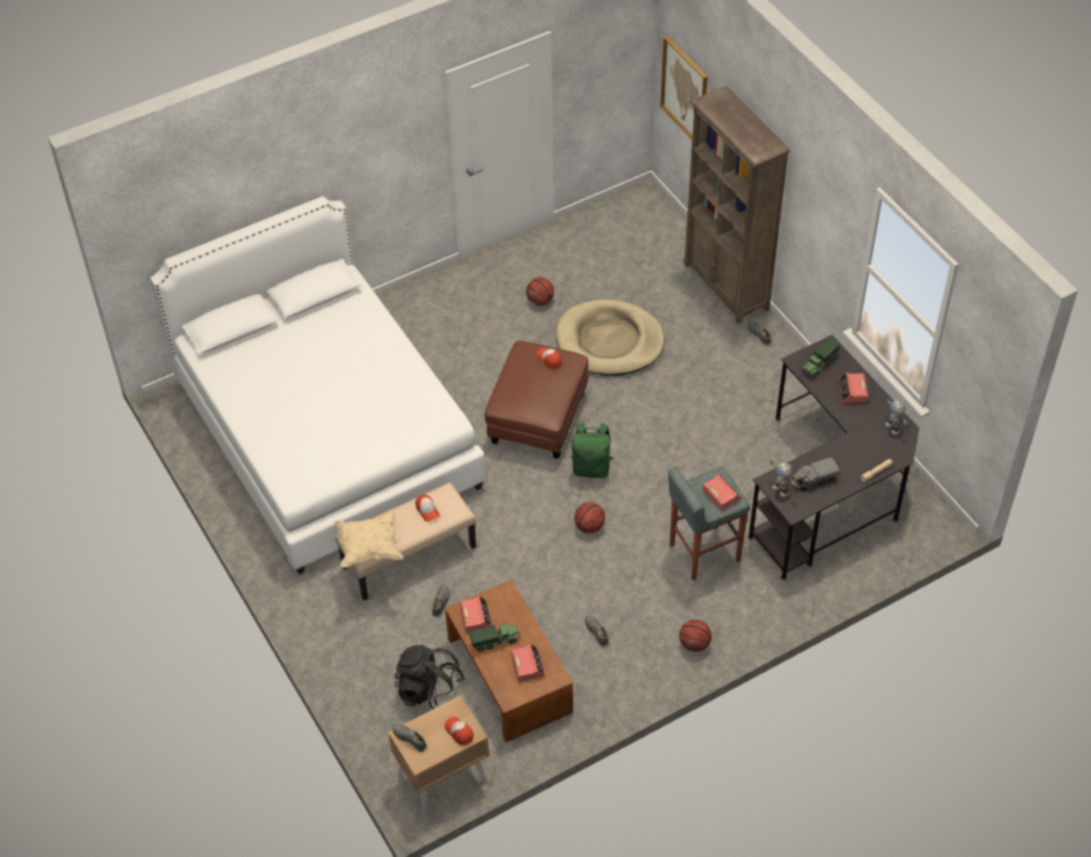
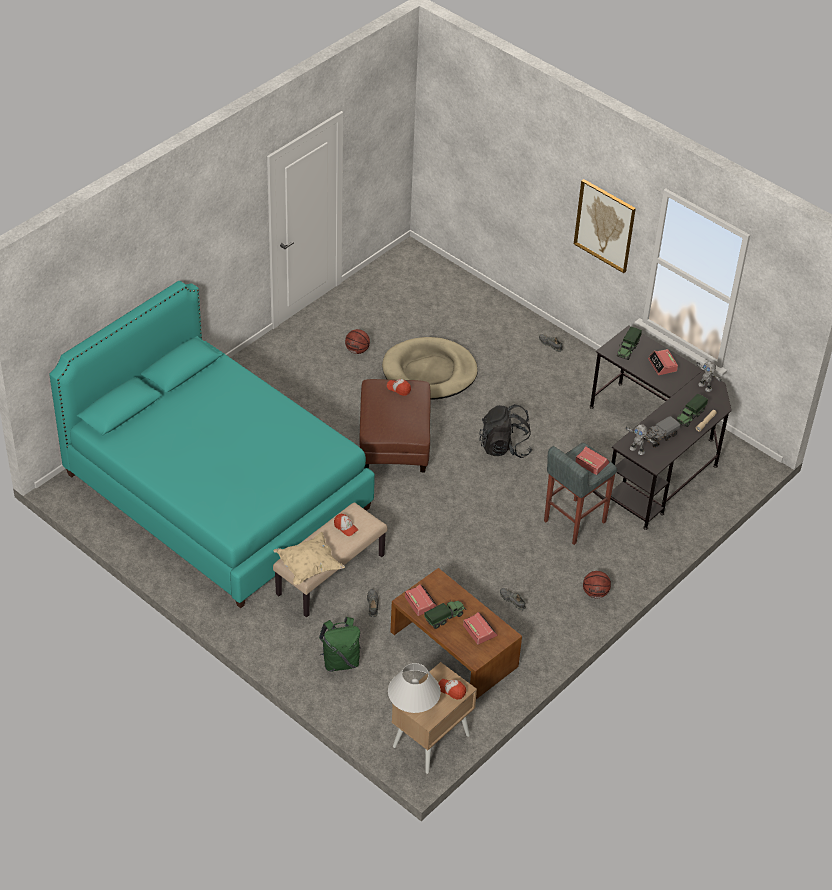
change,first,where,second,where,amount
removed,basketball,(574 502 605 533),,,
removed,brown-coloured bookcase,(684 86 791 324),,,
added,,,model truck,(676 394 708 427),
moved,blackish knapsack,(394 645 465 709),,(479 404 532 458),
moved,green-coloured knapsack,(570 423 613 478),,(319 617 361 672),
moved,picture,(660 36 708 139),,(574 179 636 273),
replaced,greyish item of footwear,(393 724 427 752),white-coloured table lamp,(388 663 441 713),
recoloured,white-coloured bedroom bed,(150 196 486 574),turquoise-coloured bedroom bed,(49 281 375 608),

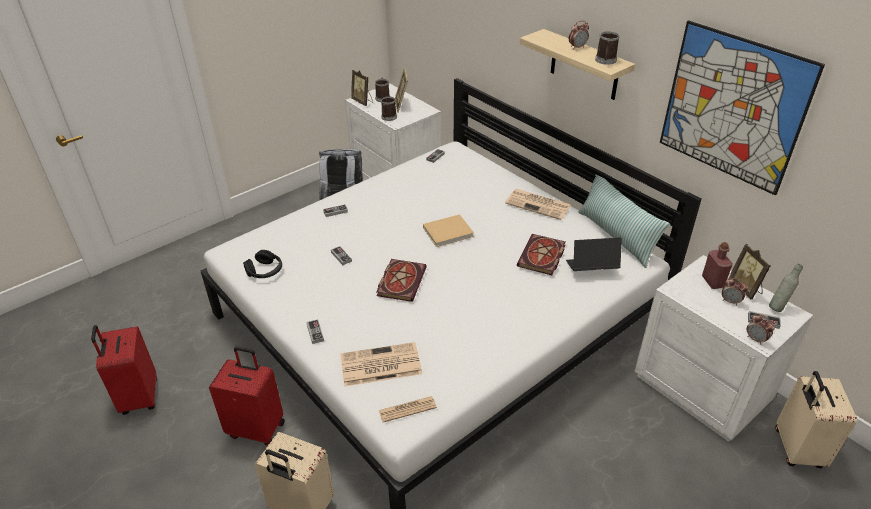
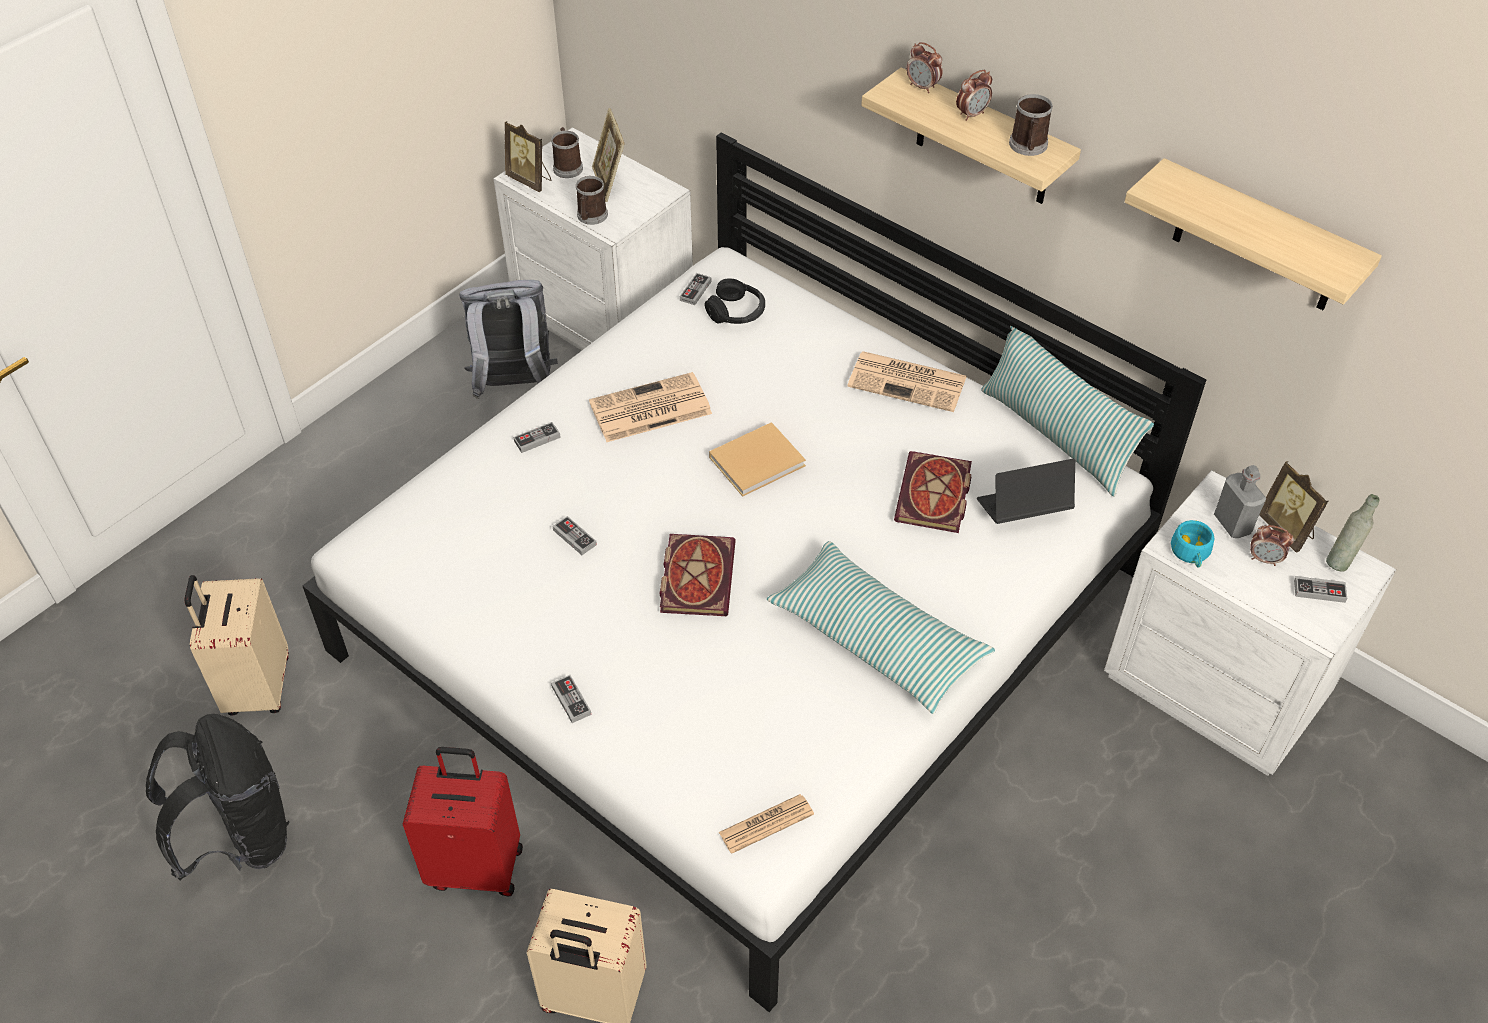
change,first,where,second,where,amount
added,,,throw pillow,(767 541 995 714),
added,,,turquoise-coloured drinking cup,(1171 520 1214 568),
moved,blackish pair of headphones,(243 250 282 278),,(704 278 765 324),
moved,newspaper,(340 342 422 386),,(589 372 712 442),
moved,bedside clock,(747 314 775 345),,(906 42 943 93),
moved,beige-coloured suitcase,(775 371 857 468),,(185 575 289 716),
replaced,red-coloured suitcase,(91 325 157 415),blackish knapsack,(146 714 289 881),
replaced,picture,(660 20 825 196),bracket shelf,(1125 158 1382 310),
recoloured,red-coloured beverage bottle,(702 242 733 289),greyish beverage bottle,(1214 465 1266 538),

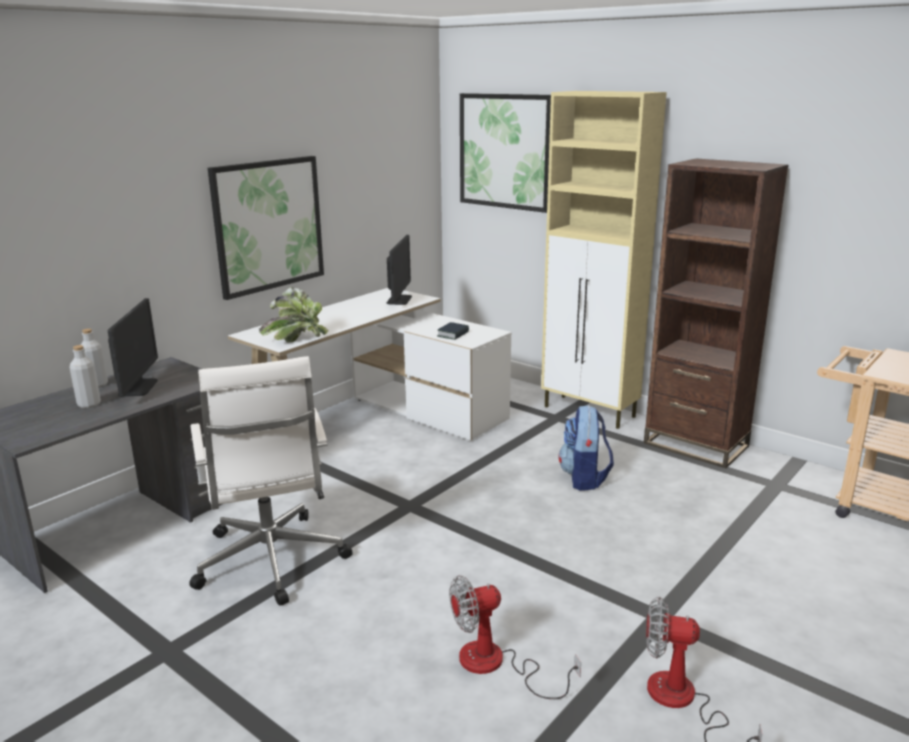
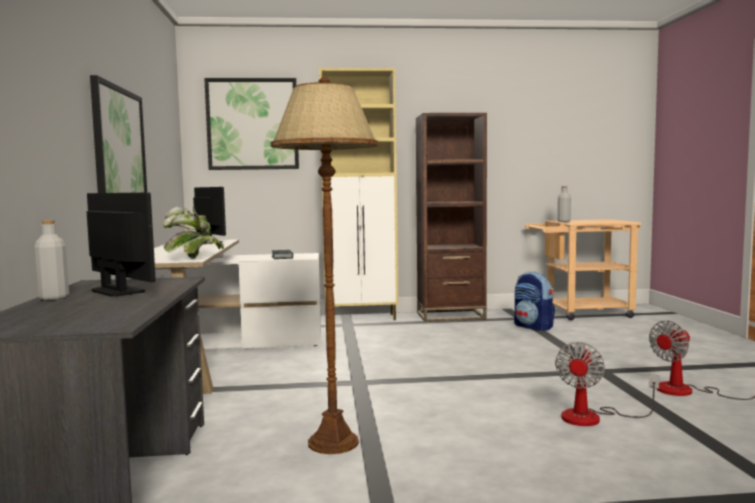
change,first,where,second,where,amount
moved,greyish beverage bottle,(69 345 101 408),,(557 186 571 222),
moved,knapsack,(558 405 614 491),,(514 272 555 331),
replaced,white-coloured office chair,(189 356 353 605),brown-coloured standing lamp,(271 77 378 454),

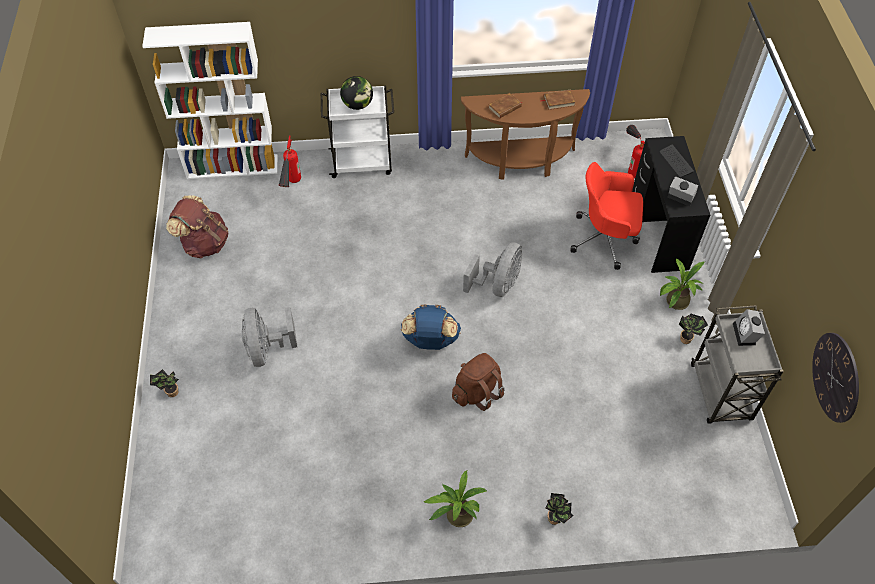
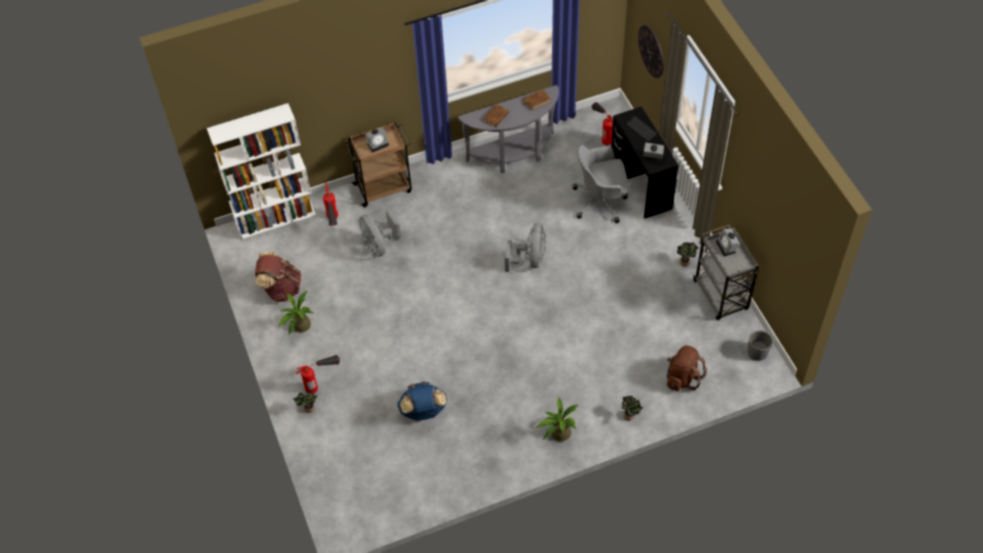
change,first,where,second,where,amount
added,,,fire extinguisher,(296 355 340 394),
added,,,greyish flower pot,(747 330 773 361),
moved,greyish cooling fan,(242 307 297 367),,(359 209 401 257),
moved,bluish knapsack,(401 305 461 350),,(397 381 447 421),
moved,brown-coloured knapsack,(452 353 505 411),,(667 345 707 391),
moved,potted plant,(660 258 705 310),,(279 291 313 334),
moved,wall clock,(812 333 859 423),,(638 25 664 78),
replaced,globe,(340 76 373 110),bedside clock,(365 127 389 153),
recoloured,white-coloured wheeled cart,(321 85 394 178),brown-coloured wheeled cart,(344 122 412 207),
recoloured,brown-coloured narrow table,(461 89 590 180),greyish narrow table,(458 85 559 173),
recoloured,red-coloured office chair,(570 162 643 270),greyish office chair,(572 145 629 223),

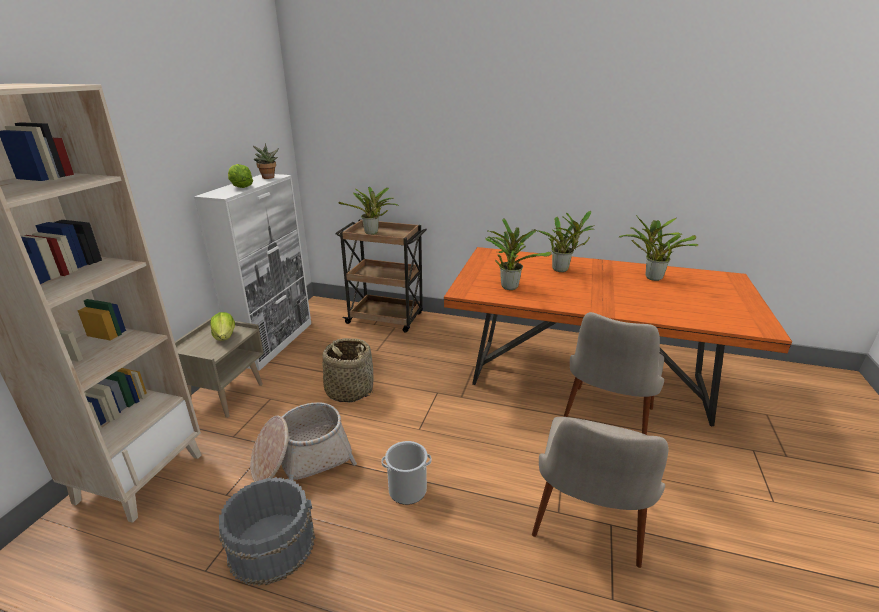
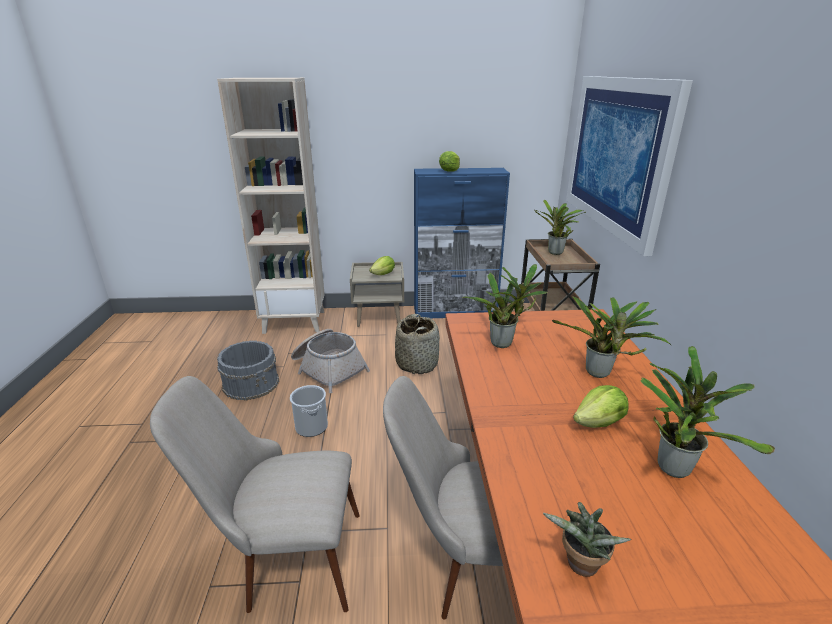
change,first,where,second,where,amount
added,,,picture,(566 76 693 256),
added,,,lettuce head,(573 385 629 428),
moved,potted plant,(253 143 279 179),,(543 502 631 577),
recoloured,white-coloured storage cabinet,(194 174 311 371),bluish storage cabinet,(414 168 510 318),

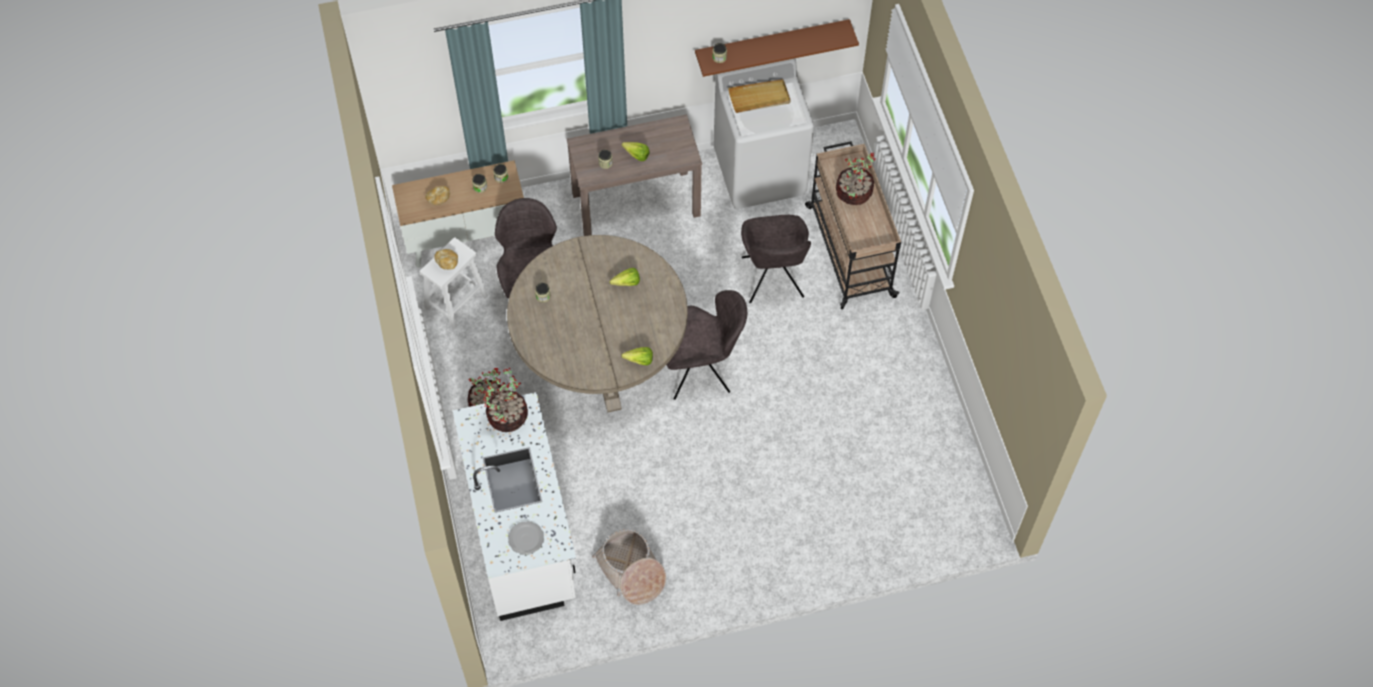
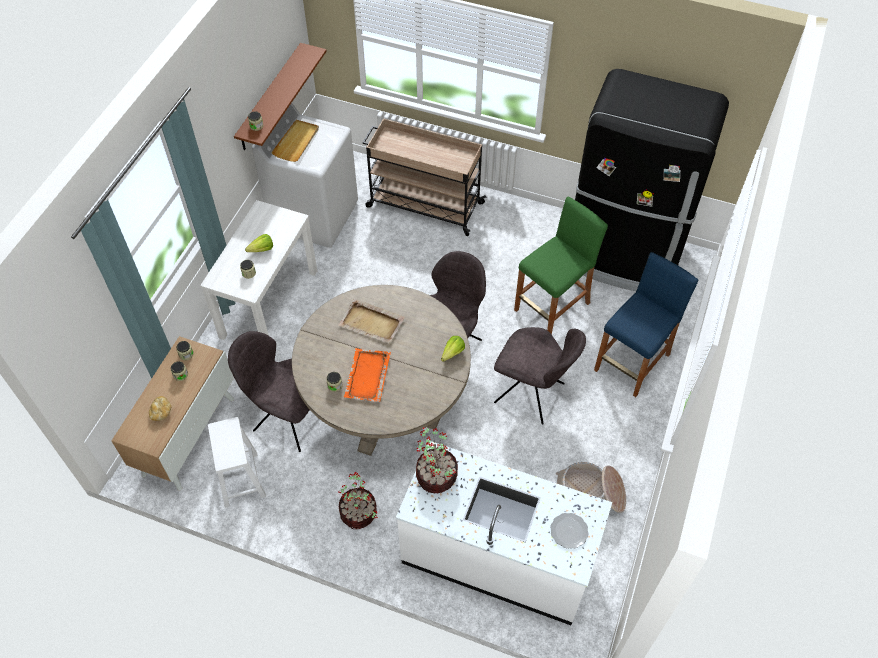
change,first,where,second,where,amount
removed,bakery bread,(434 249 458 270),,,
removed,potted plant,(836 153 876 205),,,
added,,,orange tray,(344 348 391 402),
added,,,green-coloured sitting stool,(514 197 608 335),
added,,,blackish kitchen fridge,(575 69 729 291),
added,,,bluish sitting stool,(594 252 698 397),
moved,greyish chair,(741 215 811 303),,(494 327 586 424),
replaced,lettuce head,(609 268 640 286),beige-coloured tray,(338 299 405 343),
recoloured,brown-coloured narrow table,(567 114 702 236),white-coloured narrow table,(200 200 317 340),

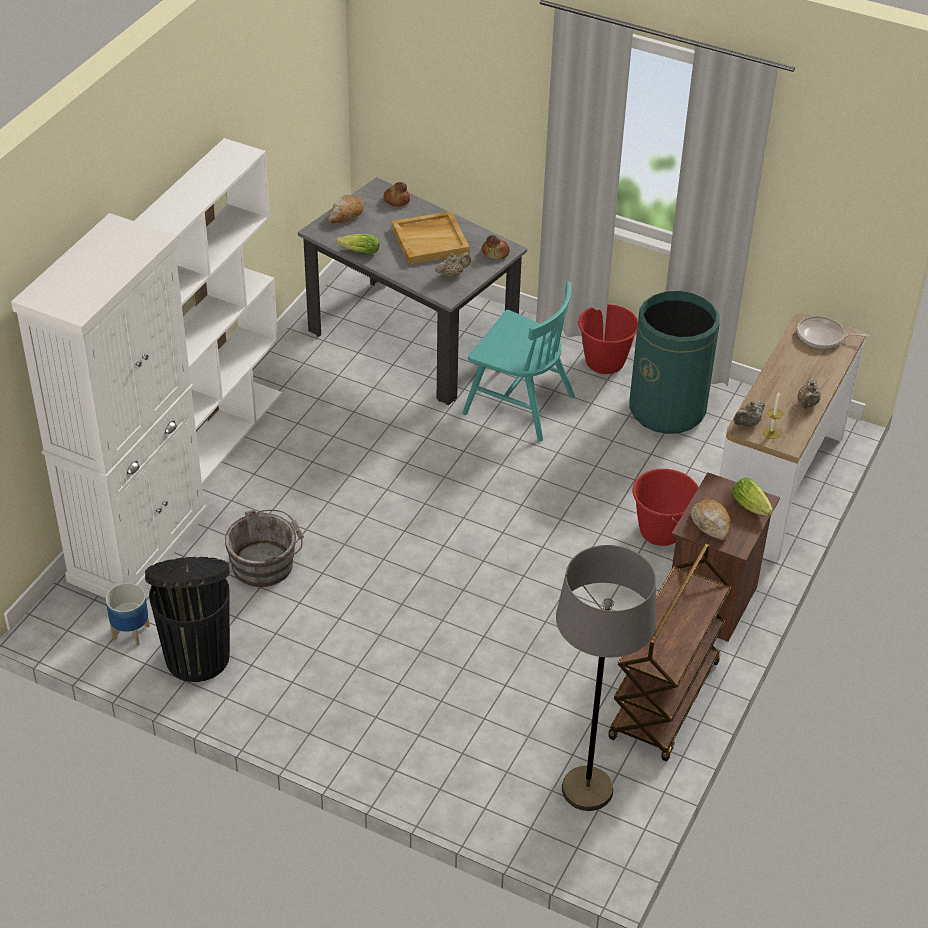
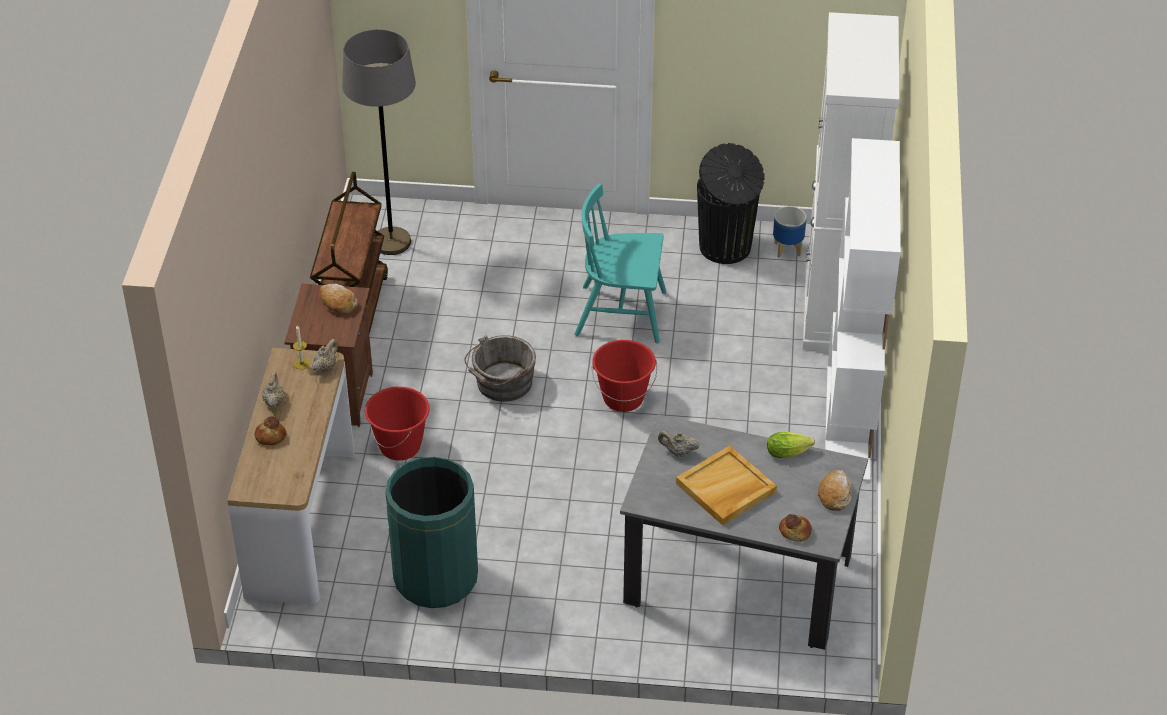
change,first,where,second,where,amount
removed,lettuce head,(732 477 773 516),,,
removed,skillet,(797 316 870 348),,,
moved,greyish bucket,(225 509 304 587),,(464 335 536 402),
moved,turquoise-coloured chair,(463 281 575 442),,(574 184 666 344),
moved,bakery bread,(482 235 510 260),,(255 416 286 446),
moved,red-coloured bucket,(577 304 638 374),,(592 340 657 412),
turned,beige-coloured teapot,(435 252 471 278),,(658 431 699 457),60 degrees clockwise

